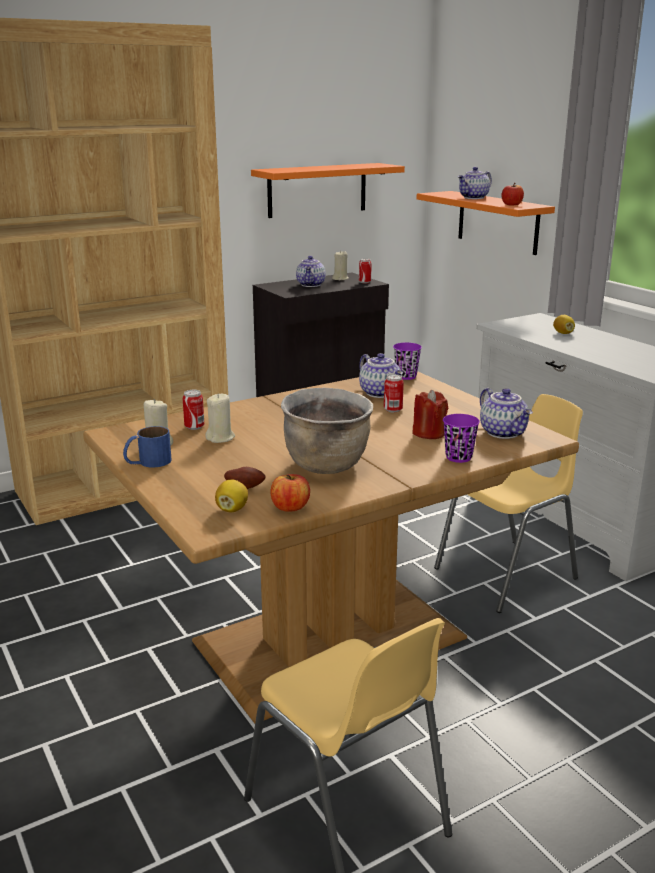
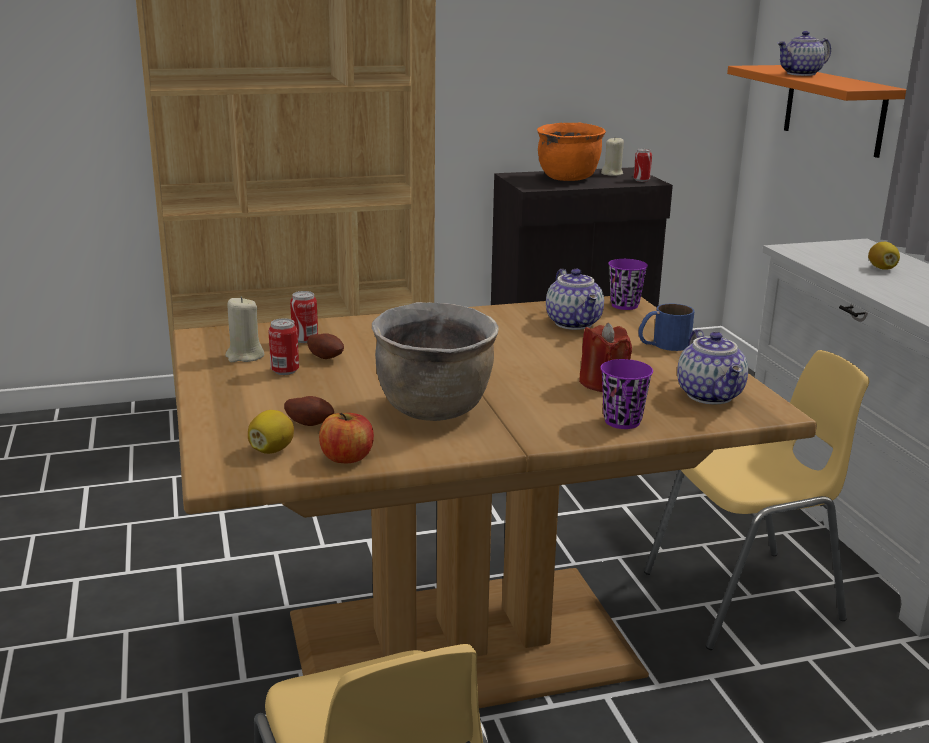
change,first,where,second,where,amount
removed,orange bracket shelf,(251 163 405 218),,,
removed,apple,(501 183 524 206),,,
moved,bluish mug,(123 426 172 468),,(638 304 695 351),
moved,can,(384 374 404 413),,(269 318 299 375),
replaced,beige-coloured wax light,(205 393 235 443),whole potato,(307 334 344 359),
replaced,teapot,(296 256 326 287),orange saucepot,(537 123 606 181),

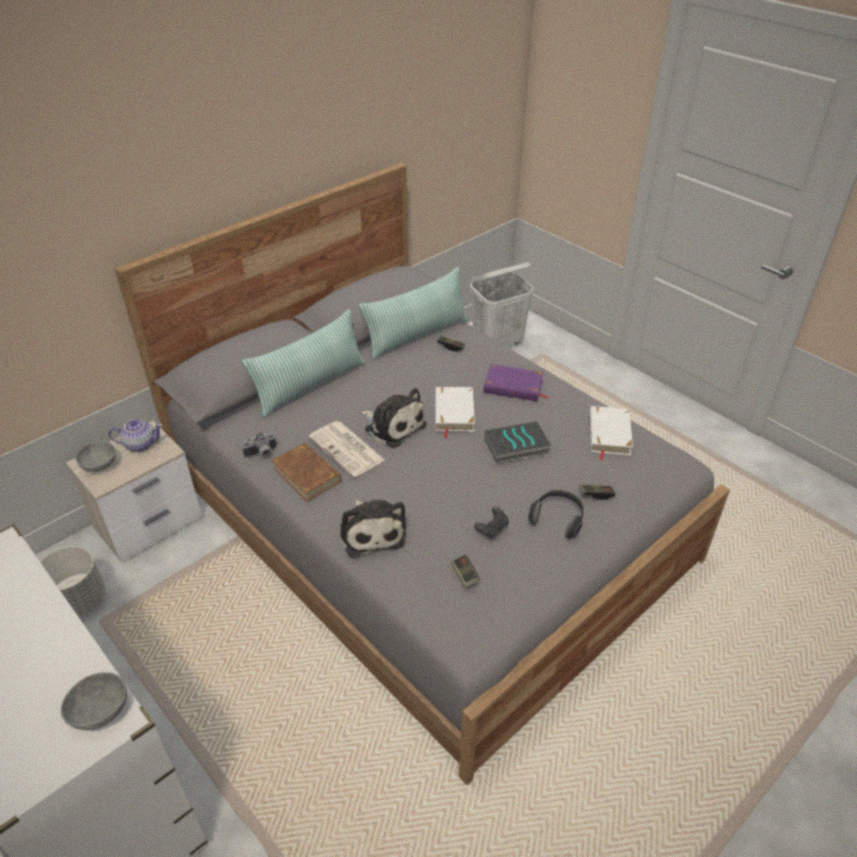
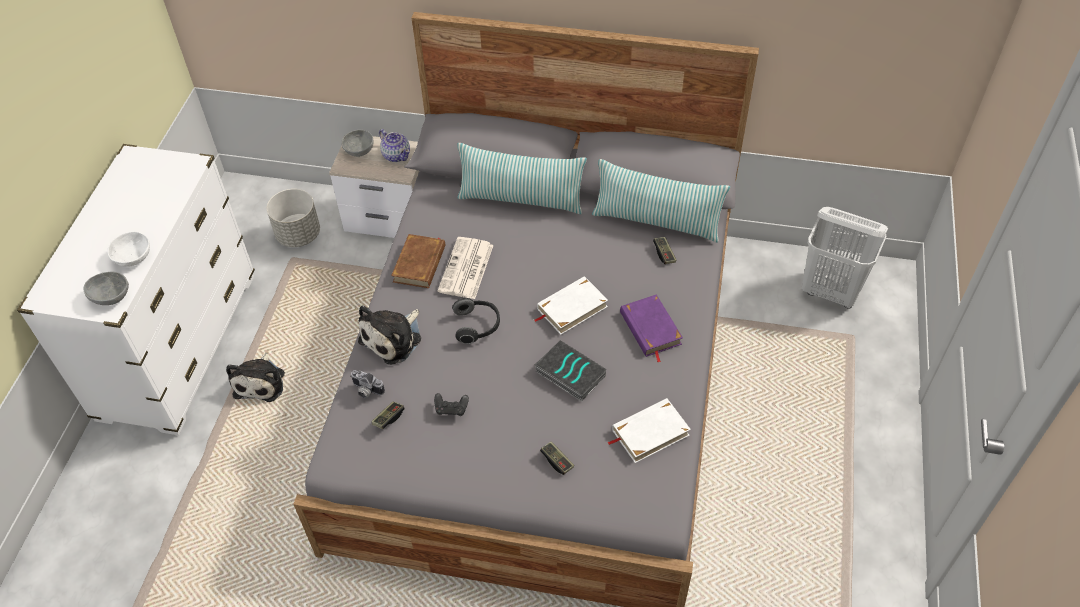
change,first,where,second,where,amount
added,,,white-coloured serving bowl,(107 232 150 267),
moved,photo camera,(242 433 276 458),,(350 370 385 398),
moved,plush toy,(361 388 427 448),,(226 353 285 402),
moved,pair of headphones,(528 490 584 539),,(452 298 500 344),

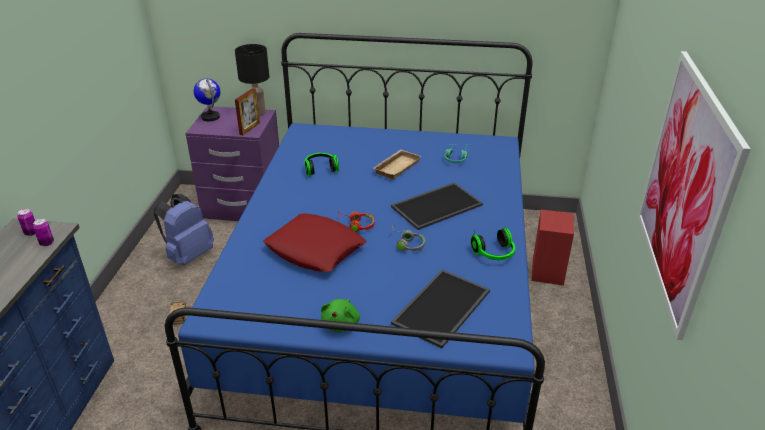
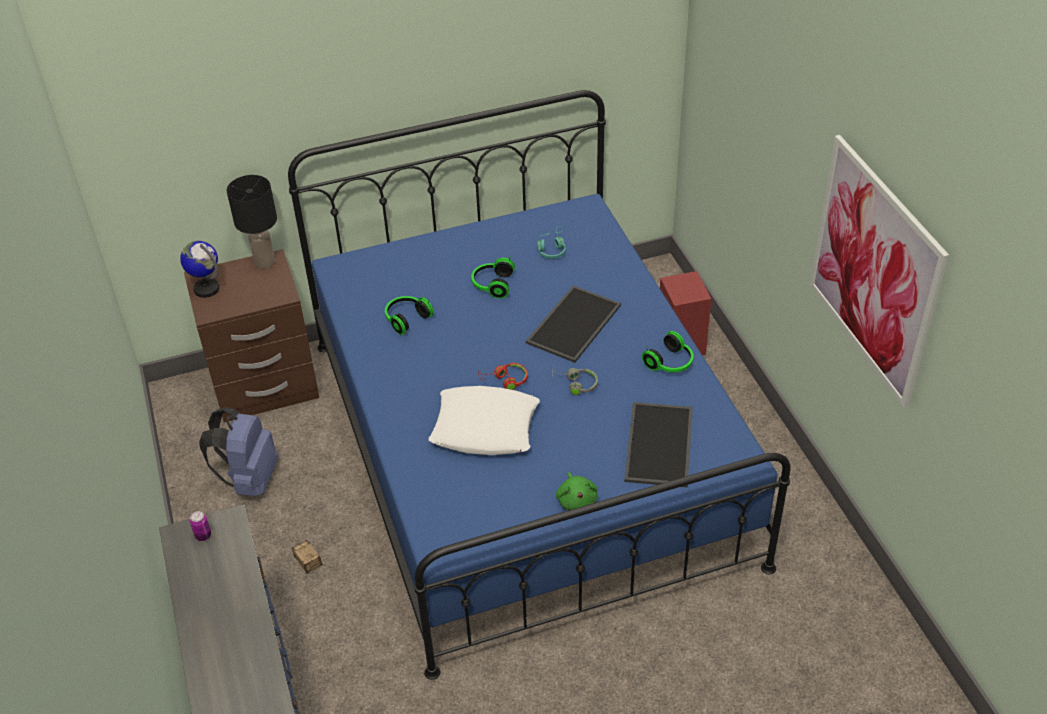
change,first,where,second,where,amount
removed,can,(33 219 54 246),,,
removed,standing frame,(235 88 260 135),,,
replaced,beige-coloured tray,(374 150 421 179),pair of headphones,(471 256 515 299),
recoloured,purple night table,(185 106 279 221),brown-coloured night table,(184 249 319 422),
recoloured,red-coloured throw pillow,(263 214 366 272),white-coloured throw pillow,(429 386 540 455),

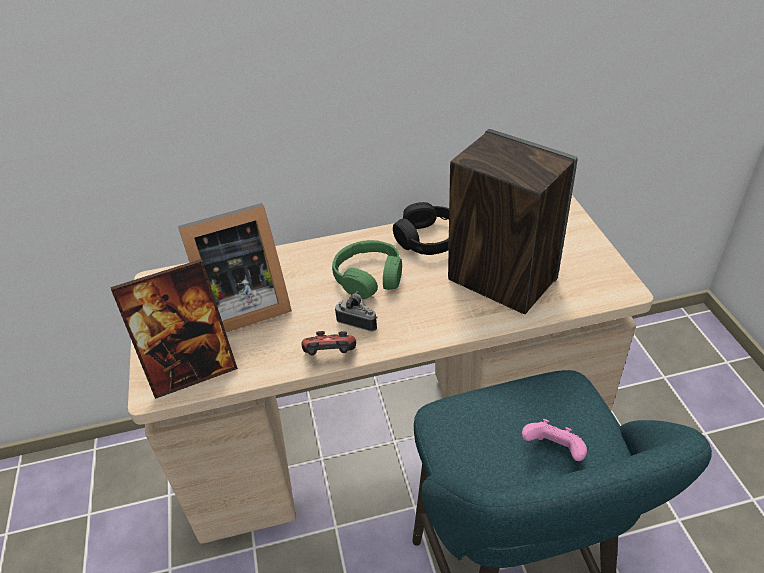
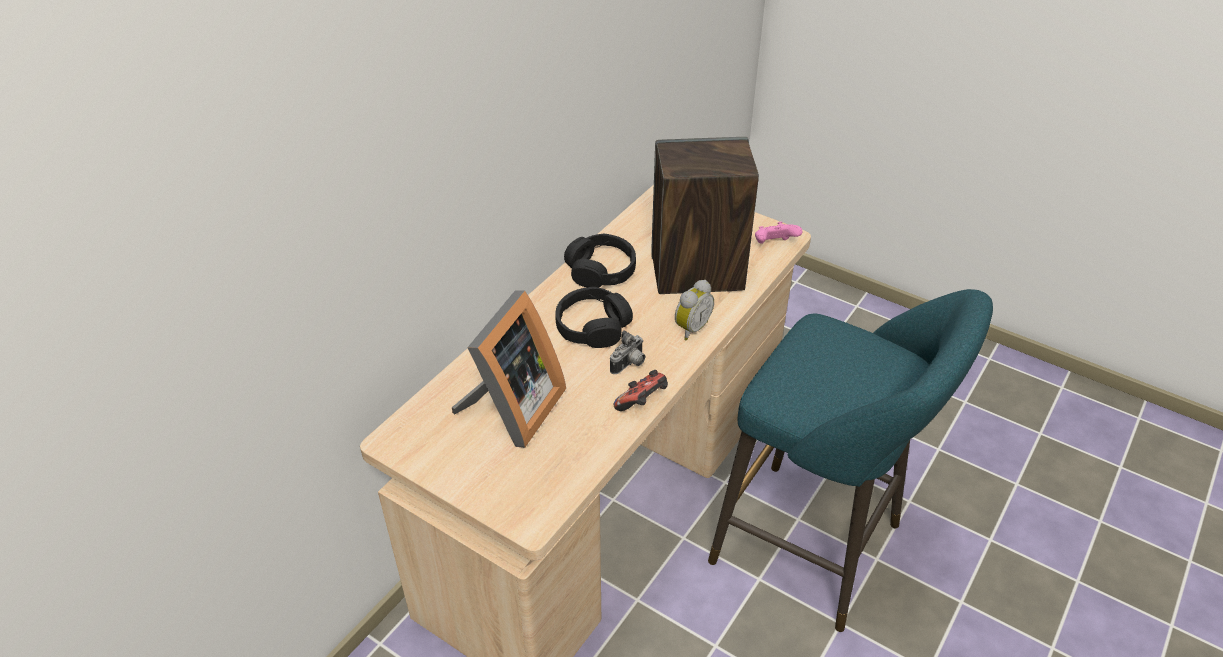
change,first,where,second,where,amount
removed,standing frame,(111 259 238 399),,,
added,,,bedside clock,(675 280 714 341),
moved,pinkish game controller,(522 419 587 461),,(755 222 802 244),
recoloured,green-coloured pair of headphones,(332 240 402 299),blackish pair of headphones,(555 287 633 348),
turned,photo camera,(335 291 378 331),,(610 330 645 374),150 degrees clockwise

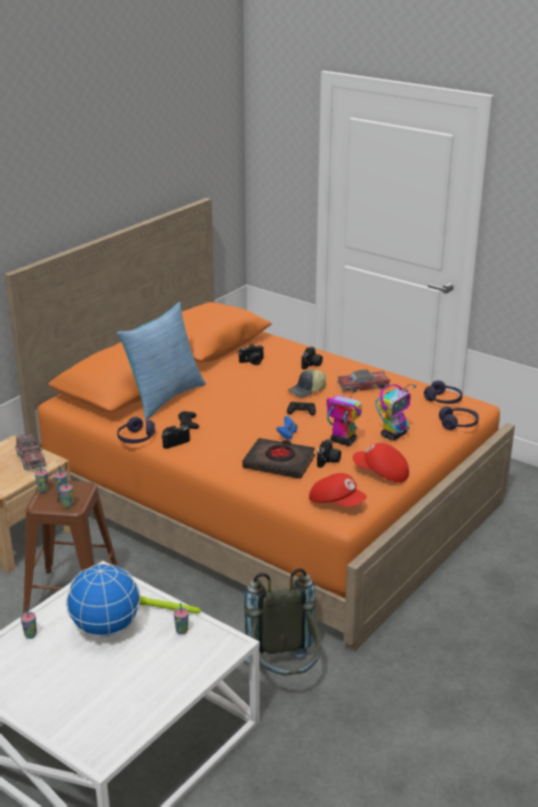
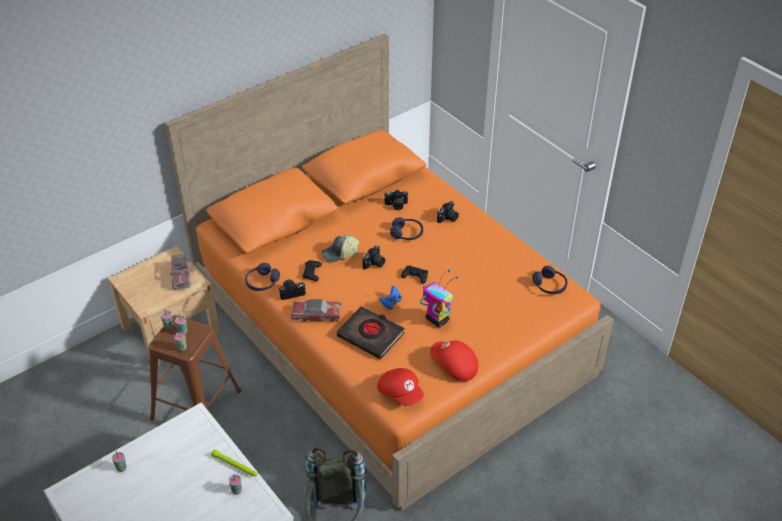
change,first,where,second,where,amount
removed,globe,(66 564 140 637),,,
removed,throw pillow,(117 302 206 420),,,
removed,robot figure,(376 384 416 441),,,
moved,peaked cap,(288 369 326 398),,(321 235 359 263),
moved,photo camera,(317 439 341 468),,(363 245 385 269),
moved,miniature car,(337 369 391 392),,(291 299 342 322),
moved,purple pair of headphones,(439 406 479 430),,(390 217 423 240),

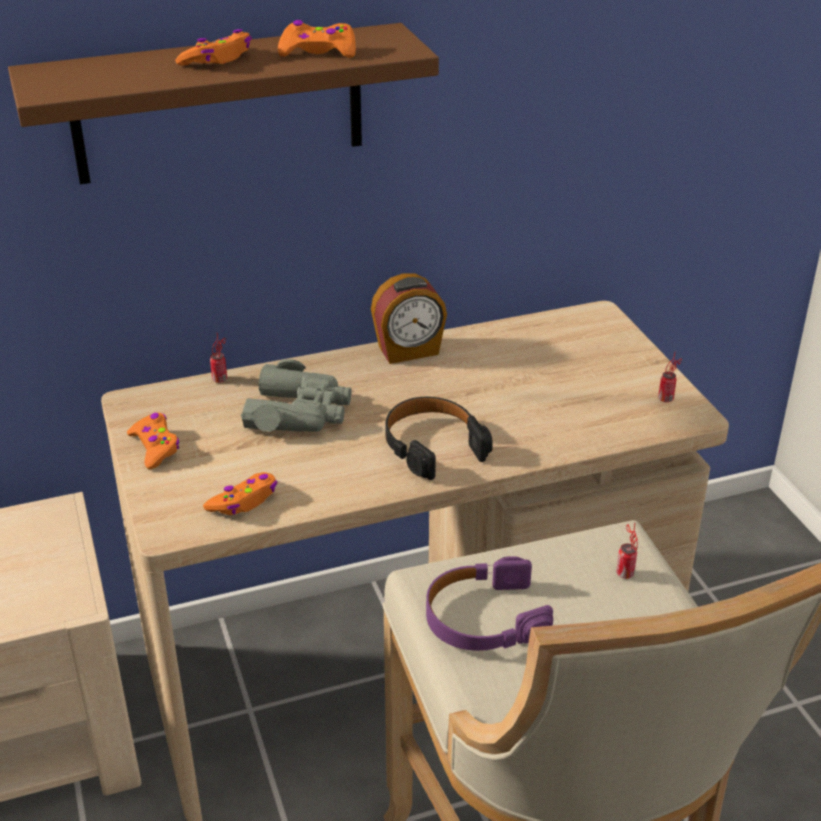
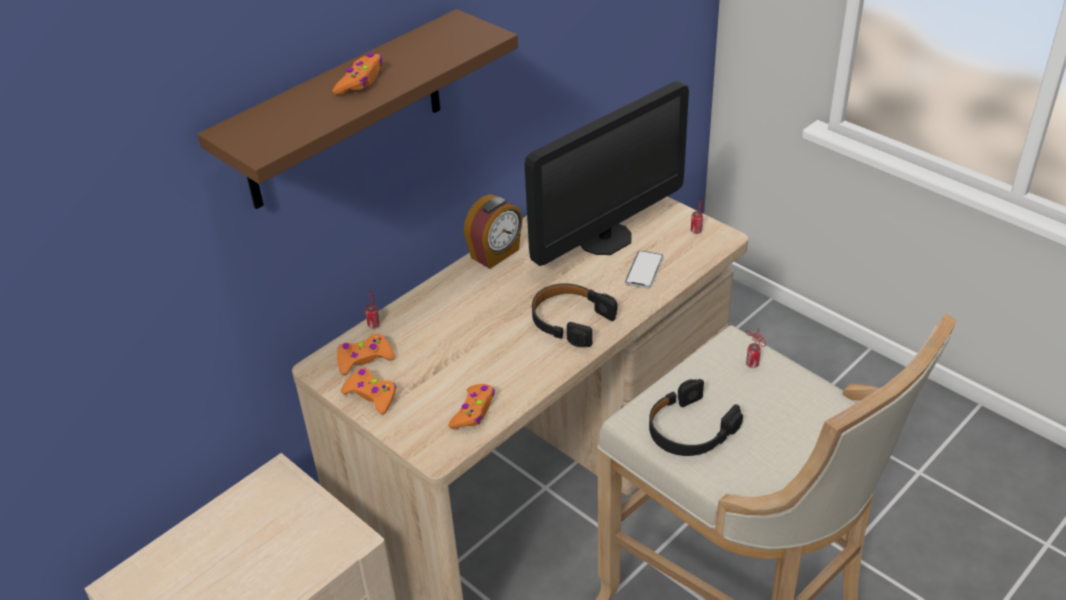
change,first,where,second,where,amount
removed,greyish binoculars,(241 359 351 432),,,
added,,,computer display,(525 81 689 266),
added,,,phone,(625 251 664 288),
moved,orange game controller,(278 20 356 58),,(337 334 395 375),
recoloured,purple pair of headphones,(426 556 553 651),blackish pair of headphones,(649 379 743 456),

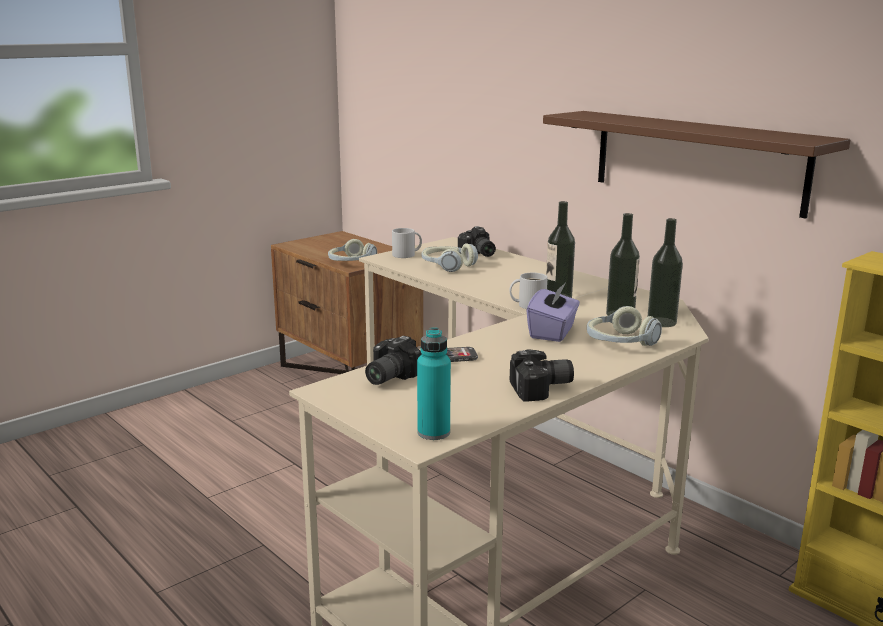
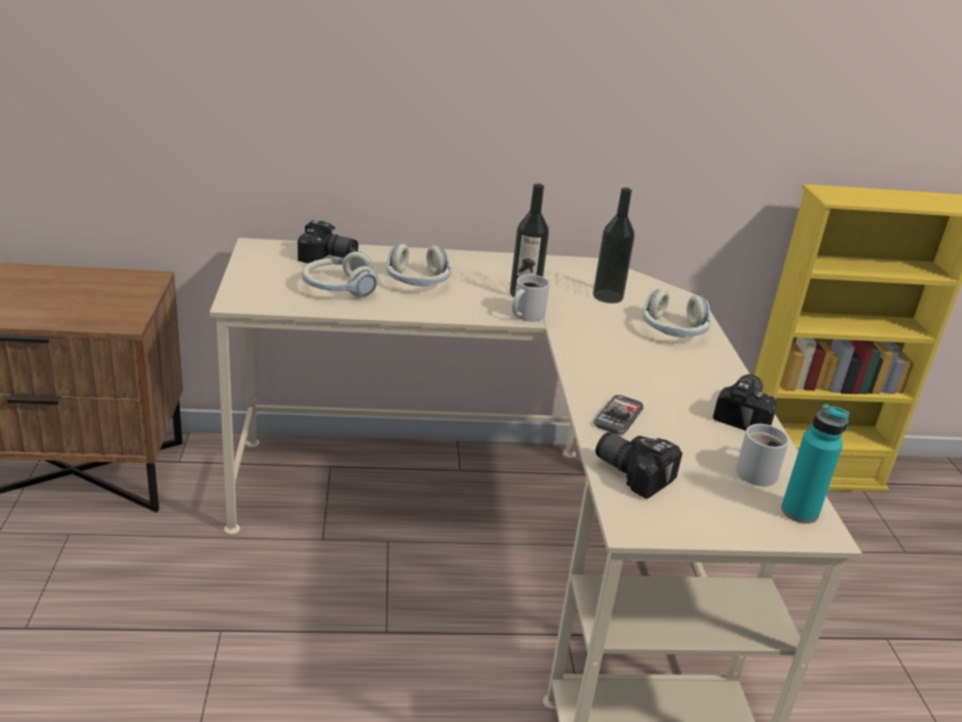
change,first,where,second,where,amount
removed,purple tissue holder,(526 282 580 342),,,
removed,brown-coloured bracket shelf,(543 111 851 219),,,
removed,beverage bottle,(647 218 683 327),,,
moved,pair of headphones,(328 239 377 261),,(387 244 451 287),
moved,white-coloured mug,(392 228 422 258),,(736 424 789 486),
turned,photo camera,(365 336 422 385),,(596 432 682 499),150 degrees clockwise

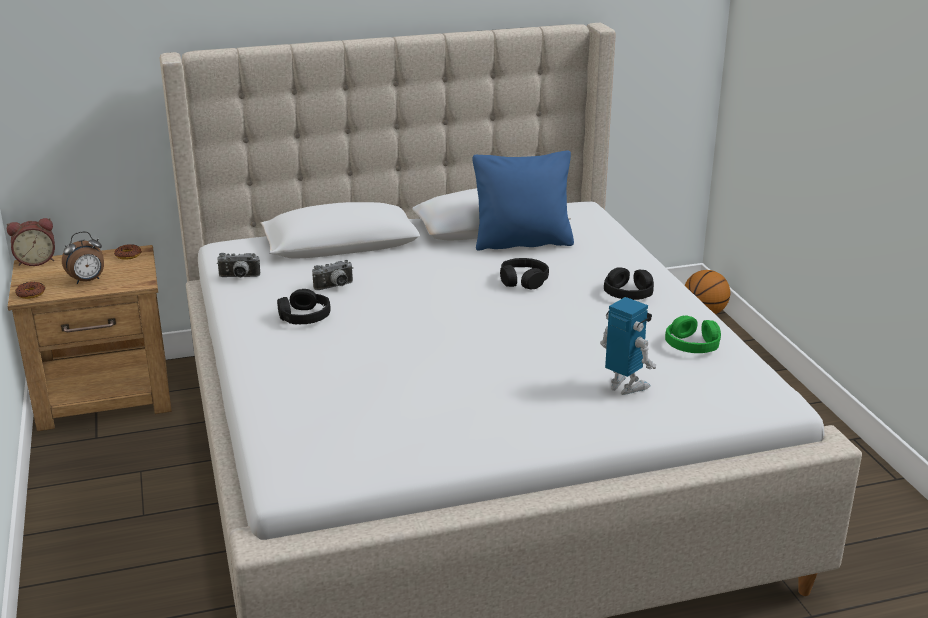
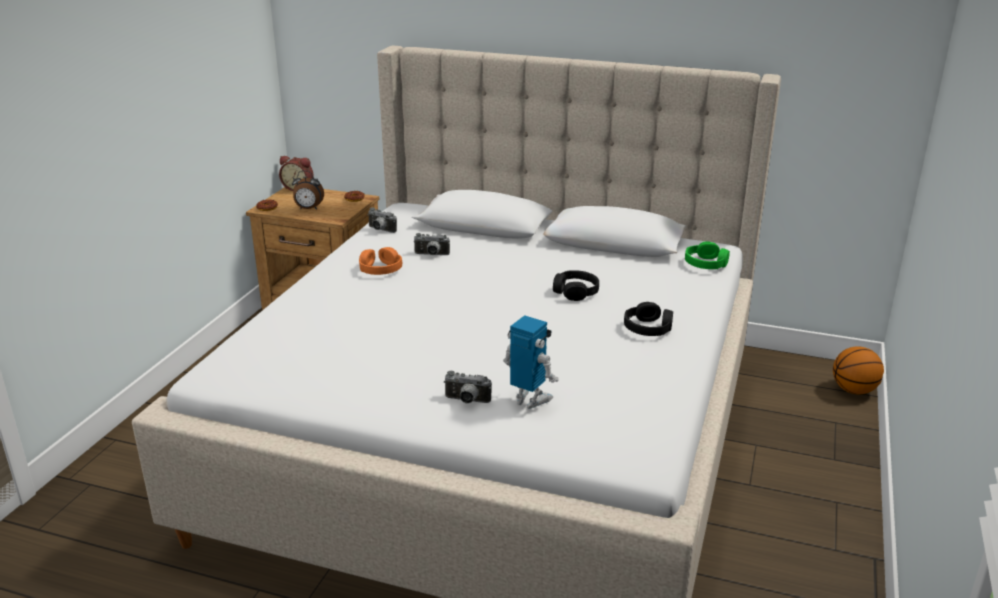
change,first,where,second,where,amount
removed,bluish throw pillow,(473 151 574 251),,,
added,,,photo camera,(444 371 492 404),
moved,green-coloured pair of headphones,(665 315 721 353),,(685 241 730 269),
recoloured,blackish pair of headphones,(277 289 330 324),orange pair of headphones,(359 247 402 275),
turned,robot figure,(600 297 656 395),,(503 315 558 409),45 degrees counterclockwise

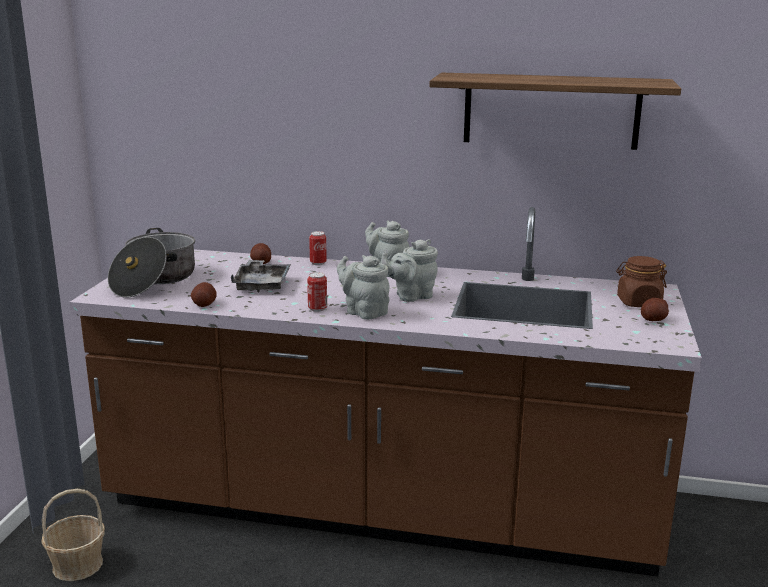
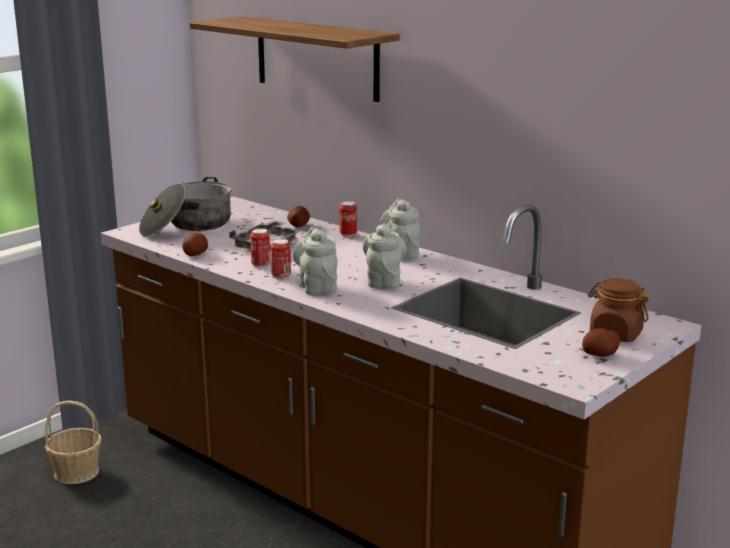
change,first,where,second,where,amount
added,,,can,(250 228 270 268),
moved,bracket shelf,(429 73 681 150),,(190 17 400 102),
turned,greyish teapot,(381 239 438 302),,(363 222 407 289),90 degrees clockwise

